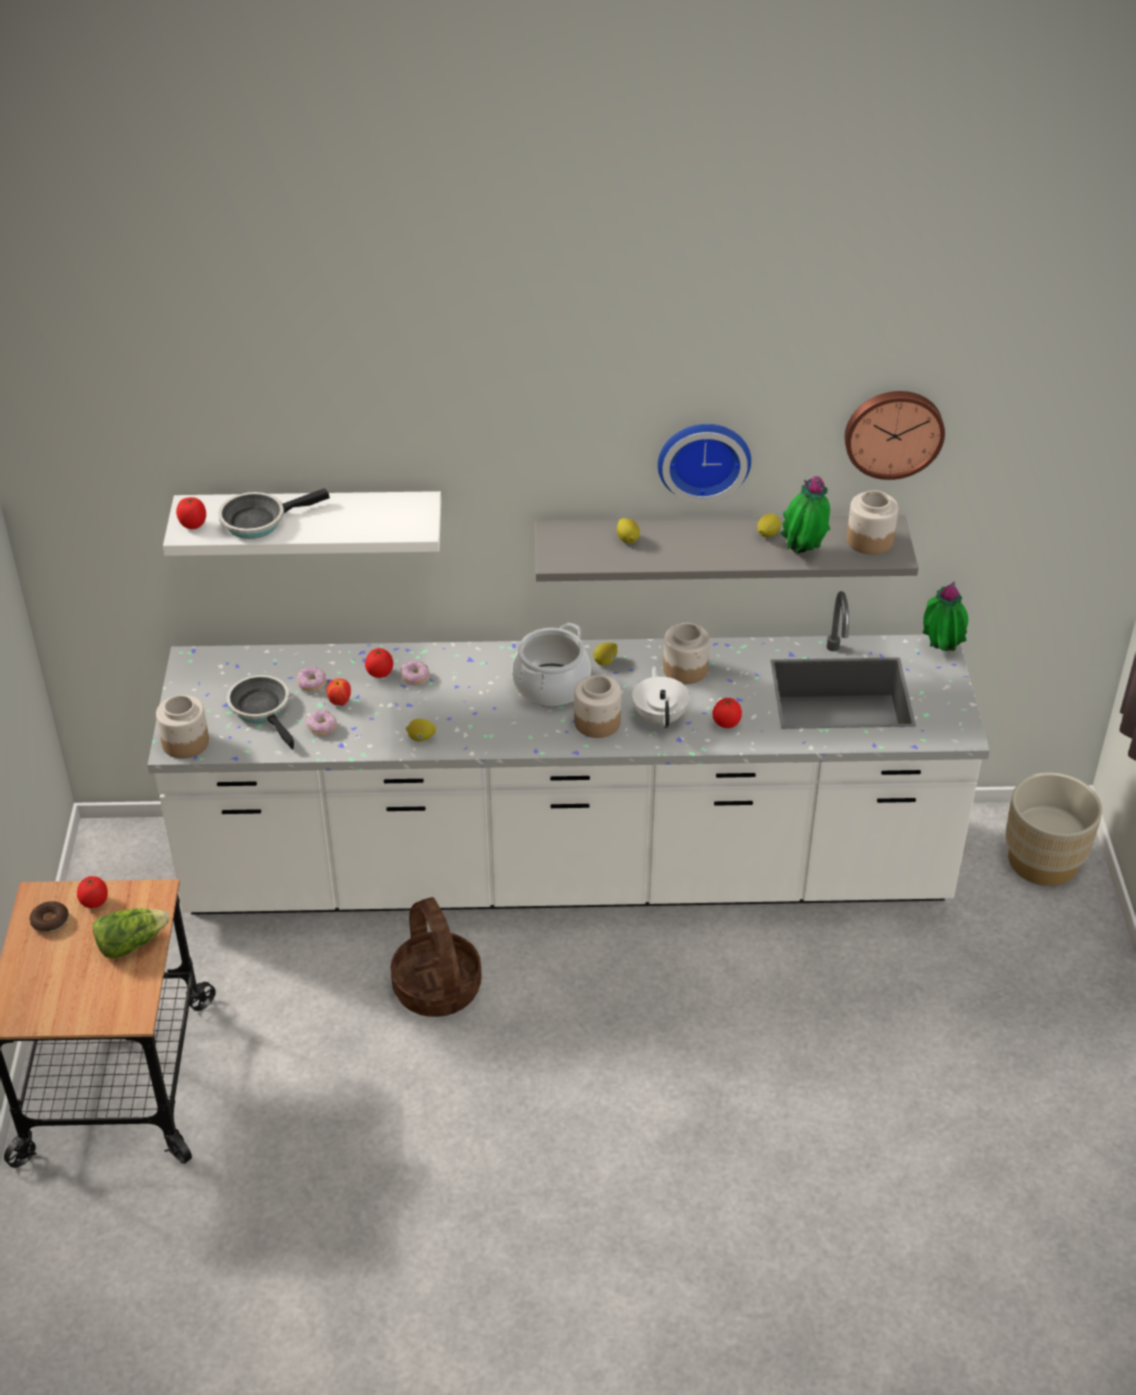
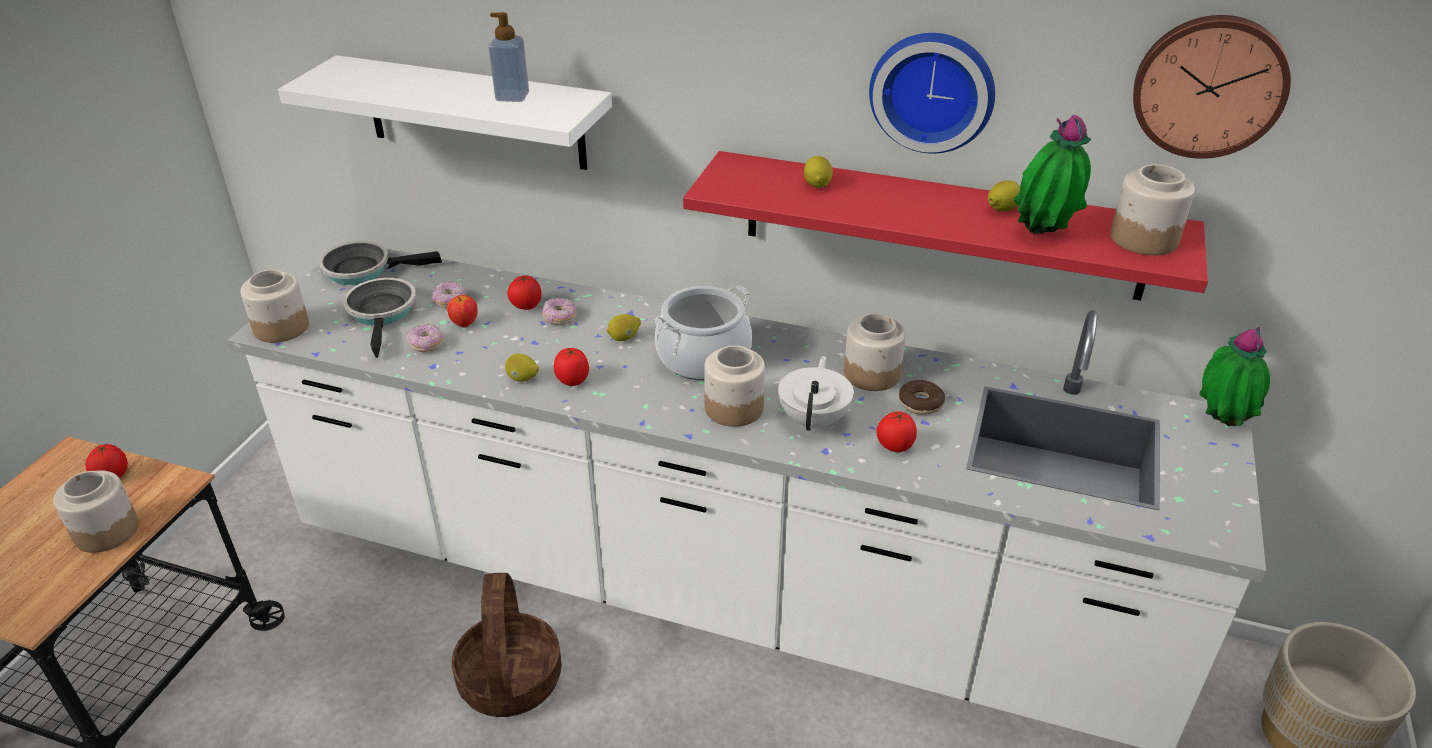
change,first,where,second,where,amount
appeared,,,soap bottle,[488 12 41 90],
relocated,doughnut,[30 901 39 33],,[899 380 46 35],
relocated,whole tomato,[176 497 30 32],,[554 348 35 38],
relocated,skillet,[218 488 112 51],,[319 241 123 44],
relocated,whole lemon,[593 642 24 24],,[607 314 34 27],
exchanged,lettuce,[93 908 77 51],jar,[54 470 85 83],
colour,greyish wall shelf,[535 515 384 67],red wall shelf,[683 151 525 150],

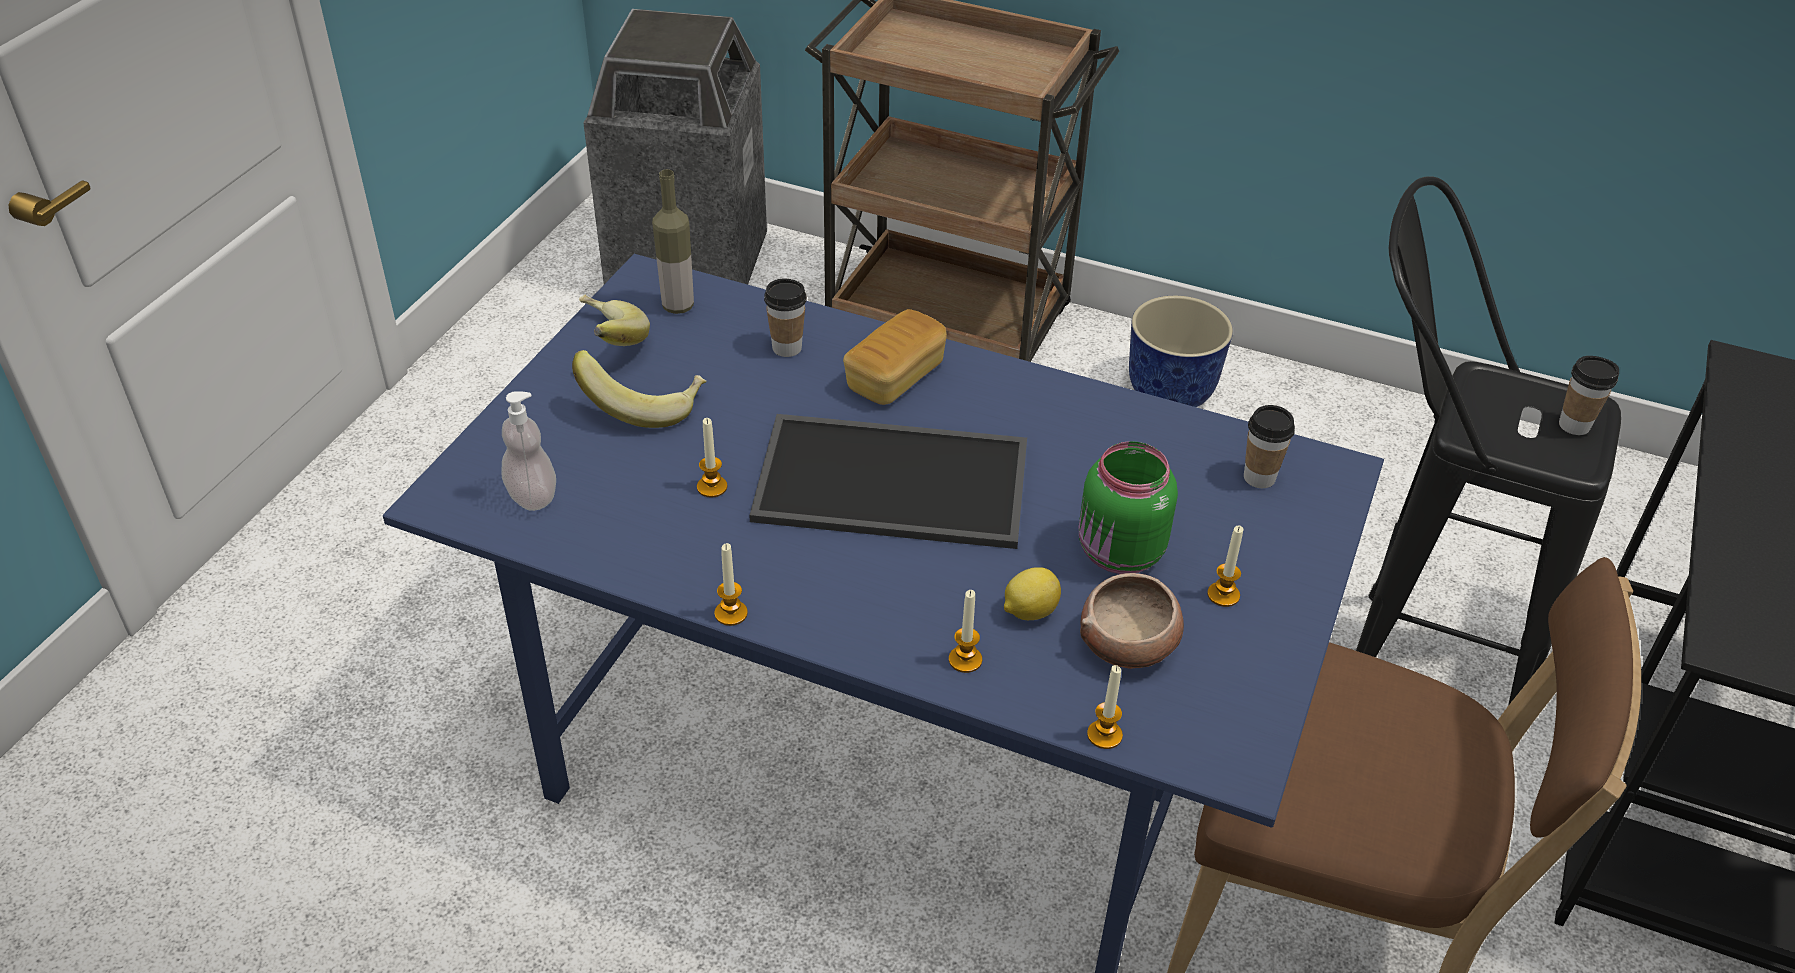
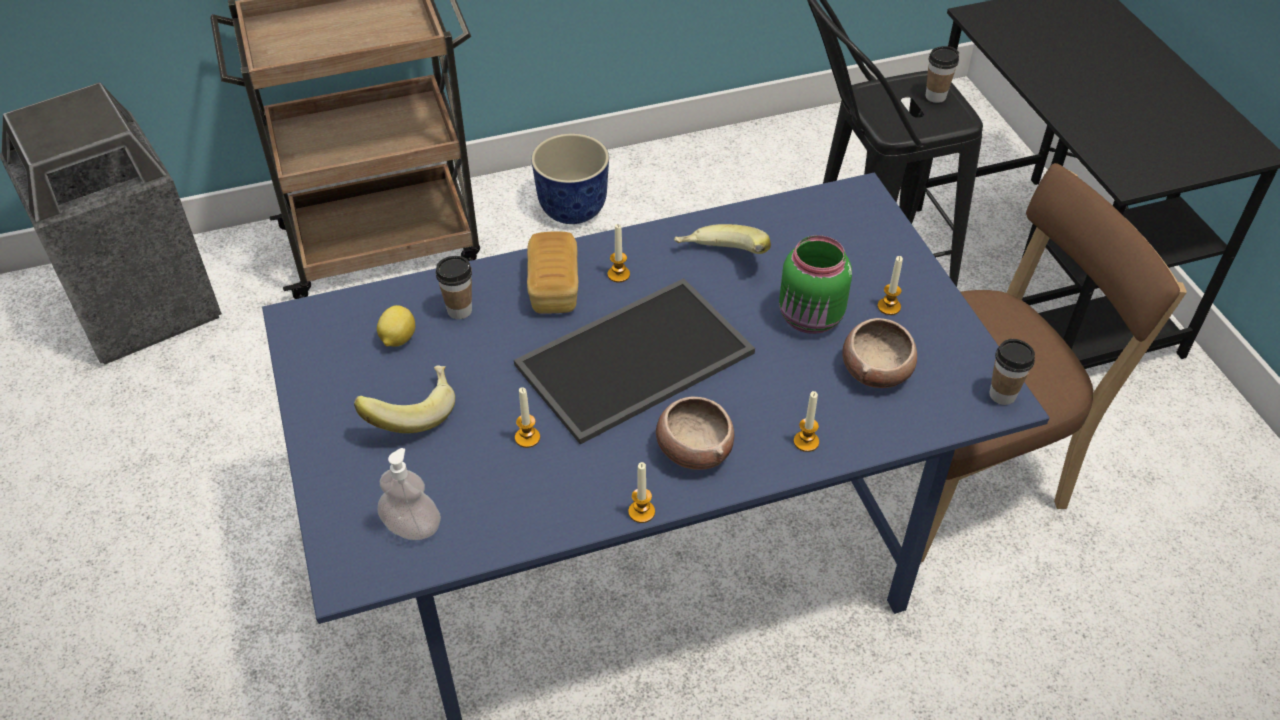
change,first,where,second,where,amount
missing,beverage bottle,[652 169 42 145],,,
appeared,,,serving bowl,[656 397 78 73],
relocated,banana fruit,[579 295 71 51],,[674 224 97 30],
relocated,whole lemon,[1004 567 57 53],,[377 305 38 42],
relocated,candle,[1087 665 36 84],,[608 224 22 58],
relocated,drinking cup,[1244 405 51 83],,[989 339 46 66],

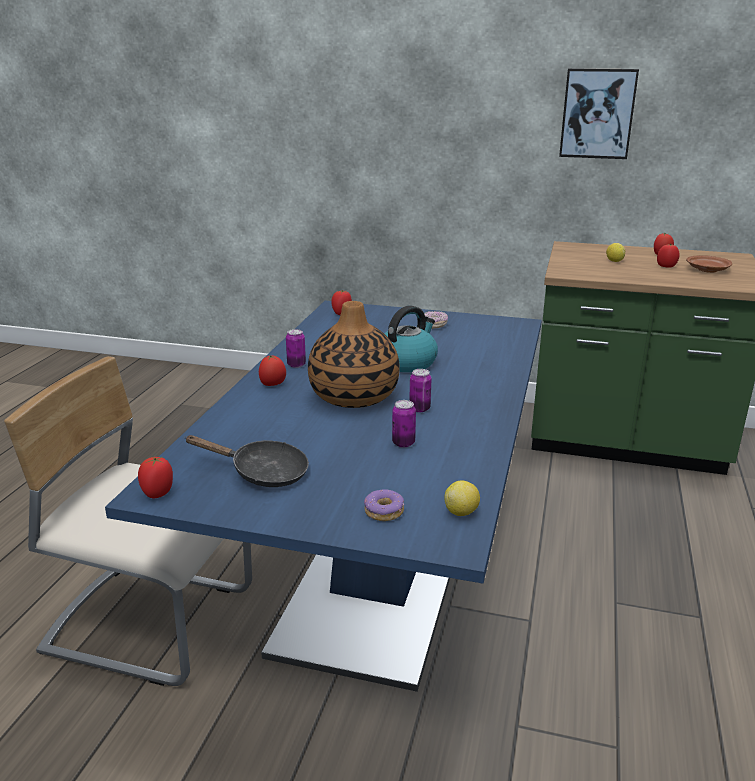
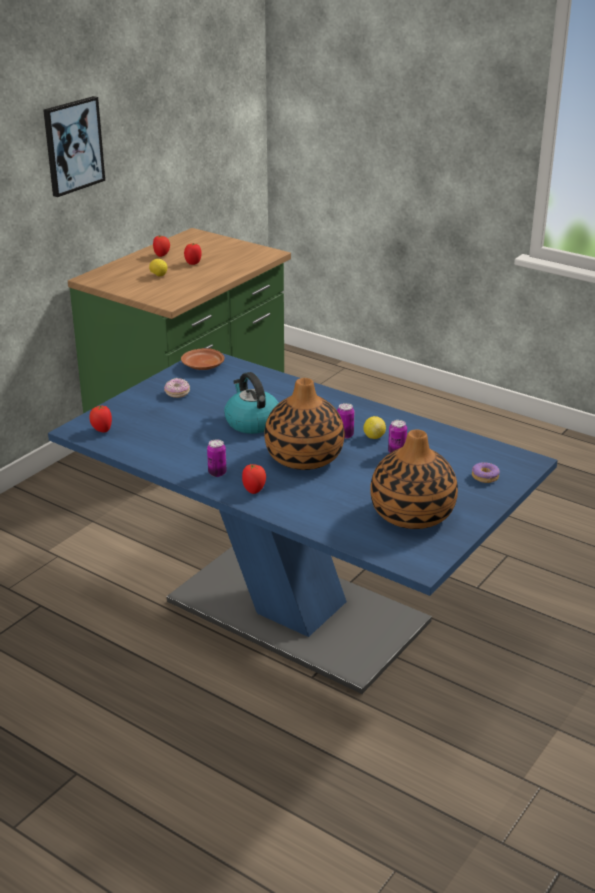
change,first,where,second,where,amount
missing,beige-coloured chair,[4 356 248 330],,,
missing,whole tomato,[138 457 35 41],,,
relocated,whole lemon,[445 480 35 36],,[363 416 23 23],
relocated,brownish dinner plate,[686 255 46 18],,[181 348 43 22],
exchanged,black skillet,[185 435 124 52],decorative vase,[370 430 88 99],

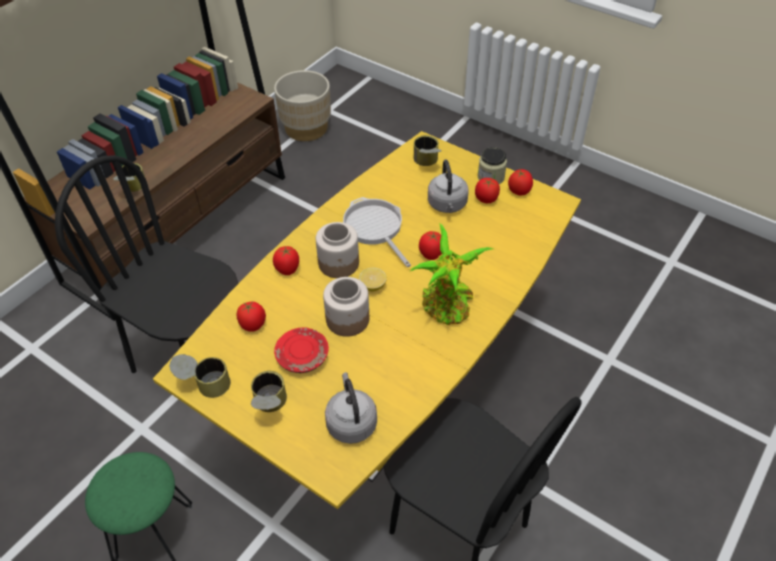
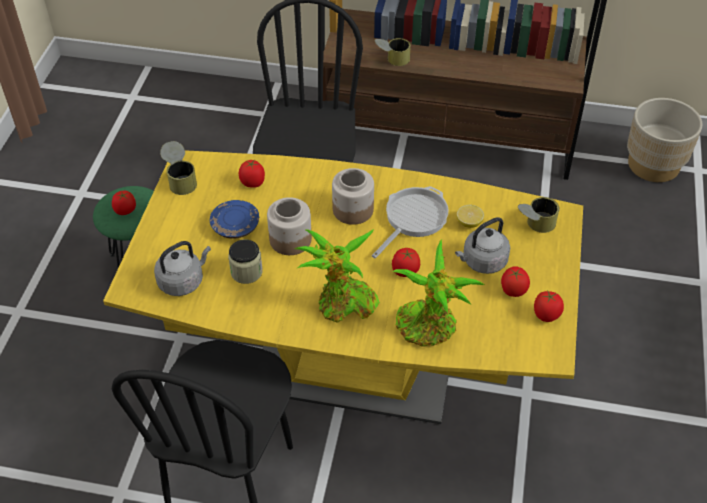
change,first,where,second,where,amount
missing,can,[251 371 36 41],,,
appeared,,,houseplant,[392 240 92 107],
relocated,whole tomato,[273 246 26 29],,[112 191 24 24],
relocated,whole lemon,[359 267 28 24],,[457 204 27 24],
relocated,jar,[478 147 29 37],,[228 239 35 45],
colour,red dinner plate,[274 327 55 46],blue dinner plate,[210 200 49 39],

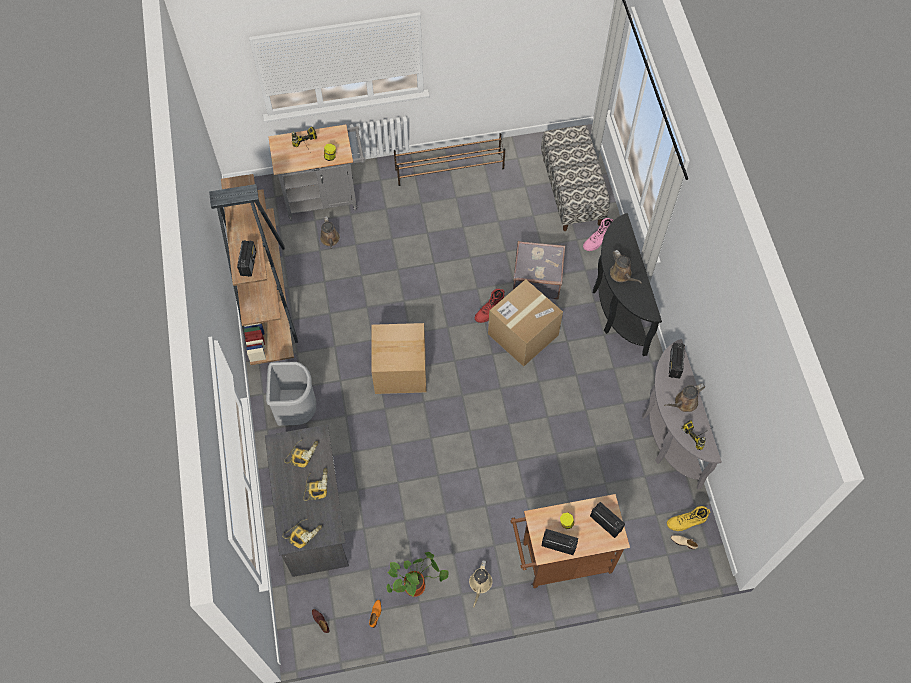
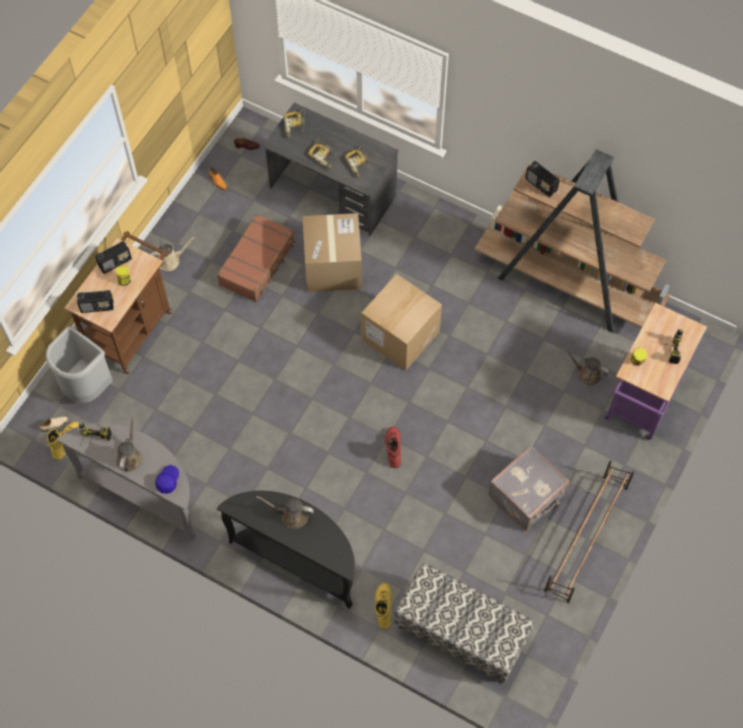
change,first,where,second,where,amount
missing,houseplant,[387 552 62 45],,,
appeared,,,brownish piece of luggage,[217 214 78 88],
relocated,greyish trash can,[266 362 50 64],,[46 326 67 77],
relocated,cardboard box,[488 279 75 88],,[303 213 59 79],
relocated,greyish piece of luggage,[513 241 52 58],,[488 445 82 86],
exchanged,radio receiver,[668 343 17 36],blue baseball cap,[155 465 24 29],
colour,greyish wheeled cart,[268 125 97 96],purple-coloured wheeled cart,[604 303 103 138],
colour,pinkish tall boot,[583 218 31 33],yellow tall boot,[375 583 17 46],
spun,beige-coloured watering can,[469 560 23 47],,[150 236 46 35],105 degrees clockwise

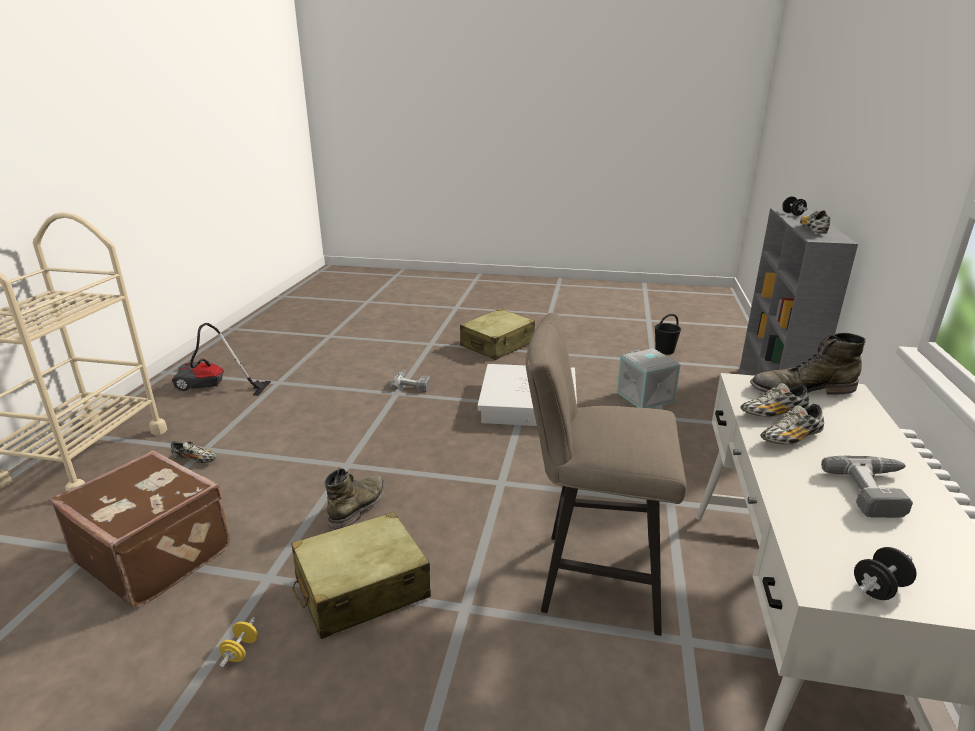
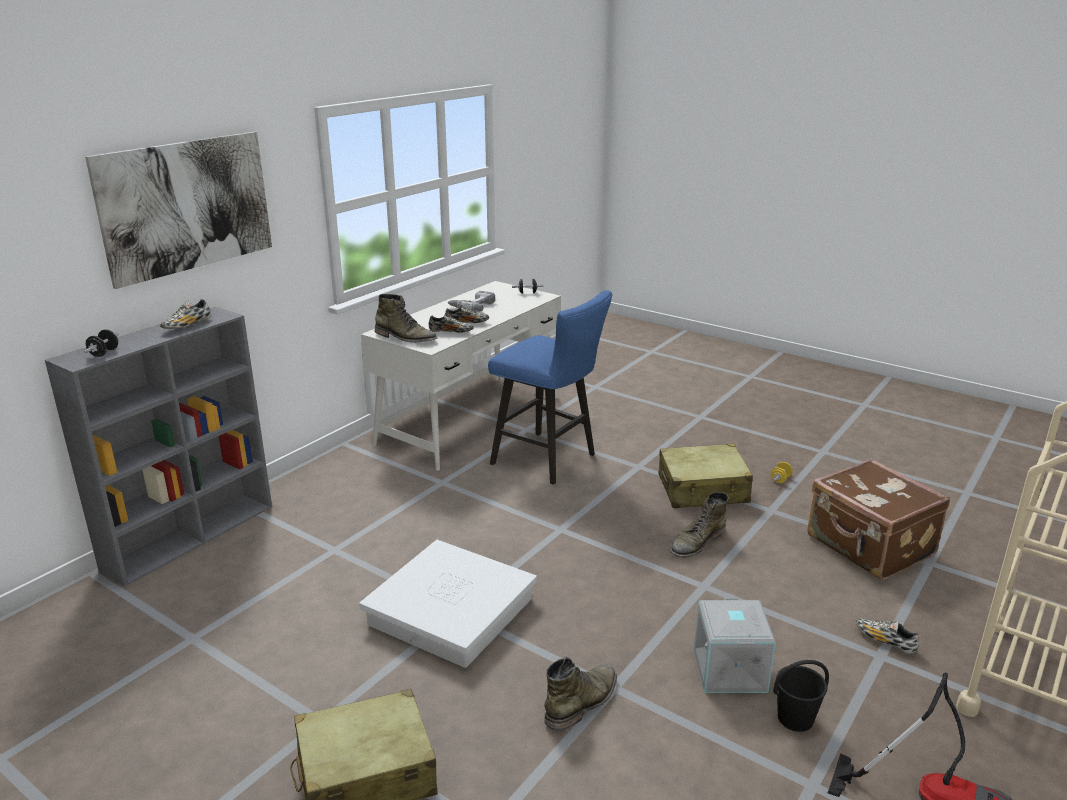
change,first,where,second,where,amount
appeared,,,wall picture,[85 132 187 157],
relocated,greyish storage container,[617 348 63 60],,[694 597 82 96],
relocated,black pail,[655 314 26 40],,[773 660 56 72],
exchanged,electric drill,[390 370 40 22],greenish tall boot,[544 657 73 74],
colour,beige-coloured stool,[526 313 161 323],blue stool,[488 290 124 195],

